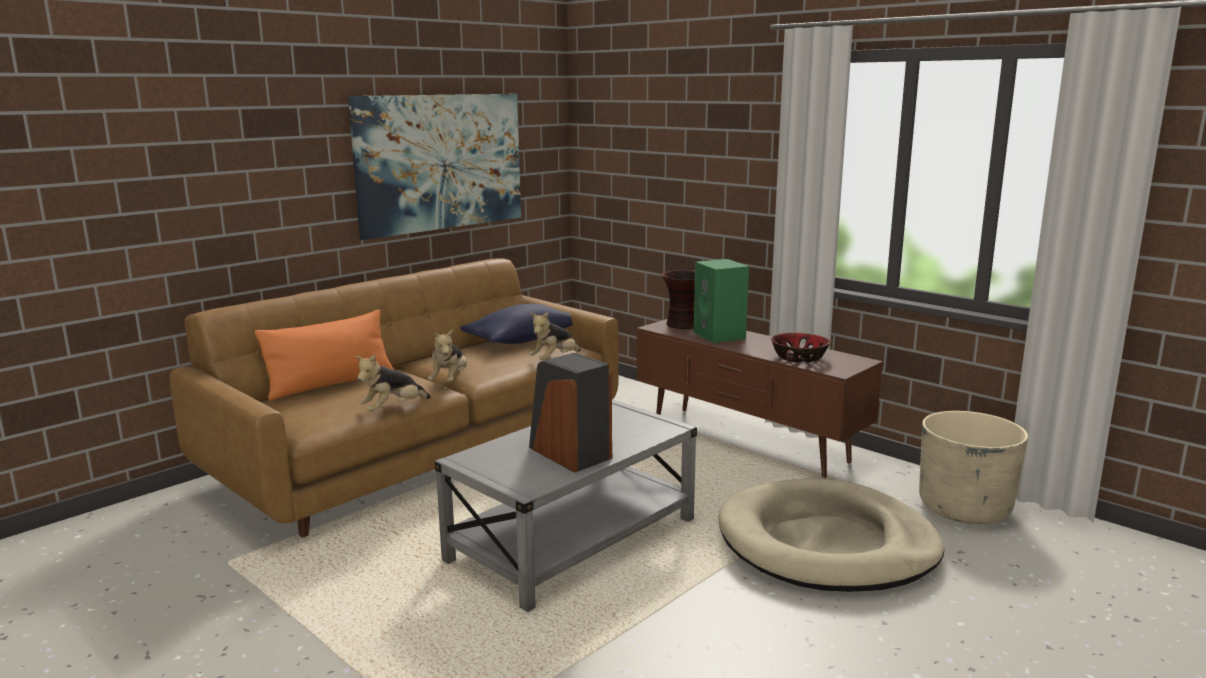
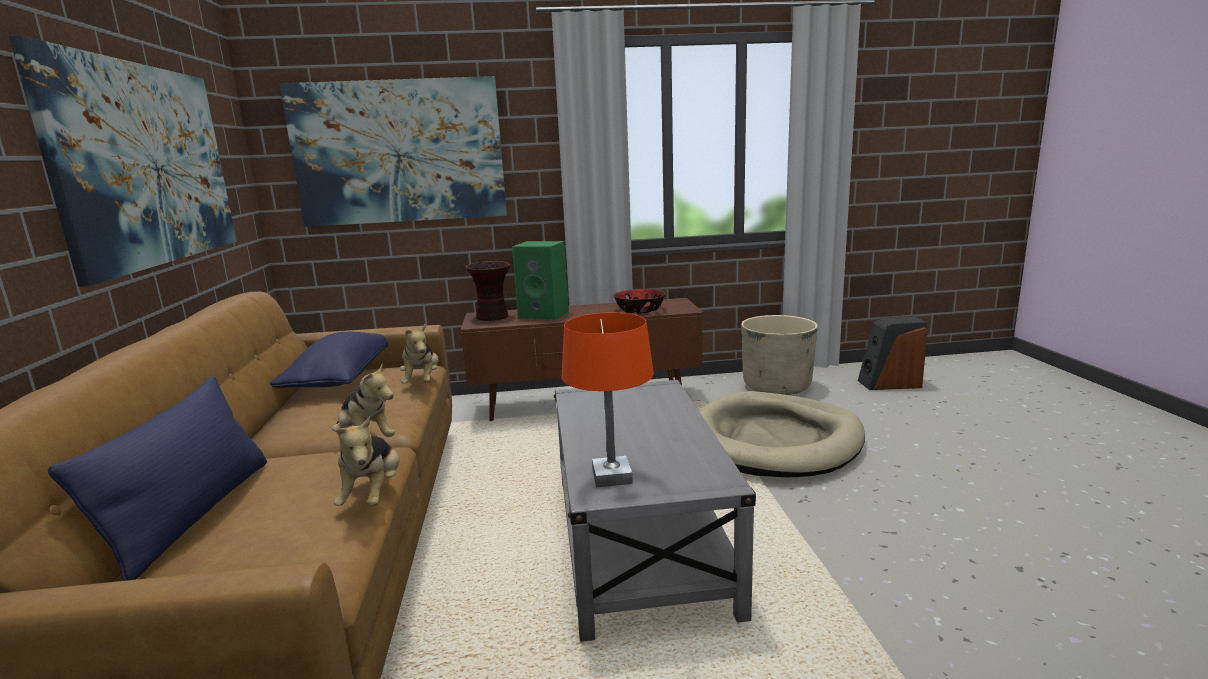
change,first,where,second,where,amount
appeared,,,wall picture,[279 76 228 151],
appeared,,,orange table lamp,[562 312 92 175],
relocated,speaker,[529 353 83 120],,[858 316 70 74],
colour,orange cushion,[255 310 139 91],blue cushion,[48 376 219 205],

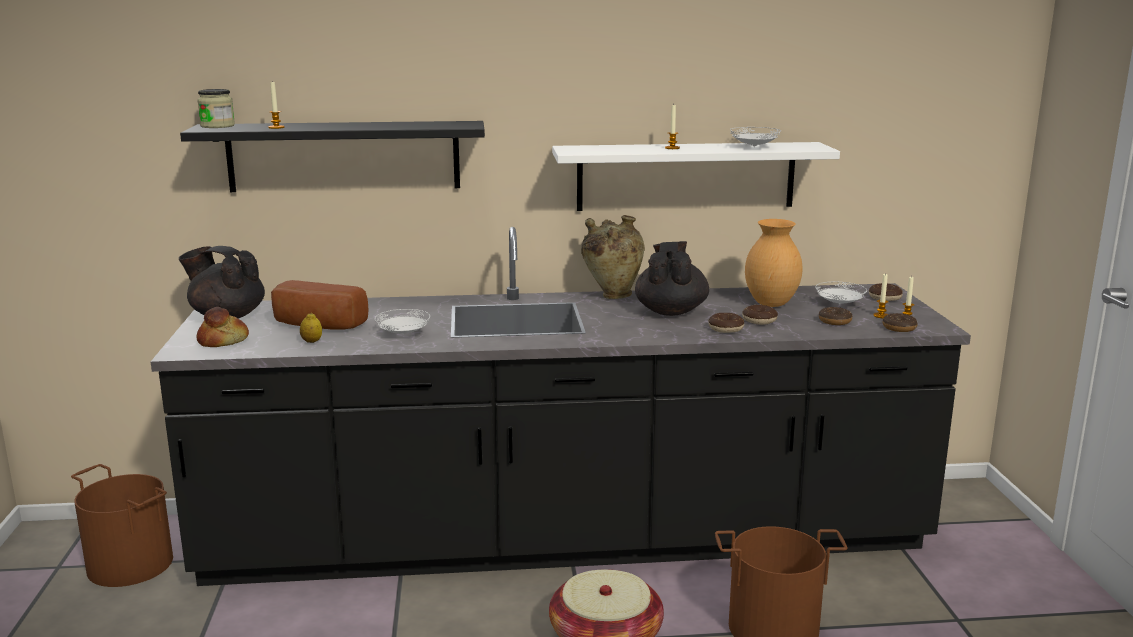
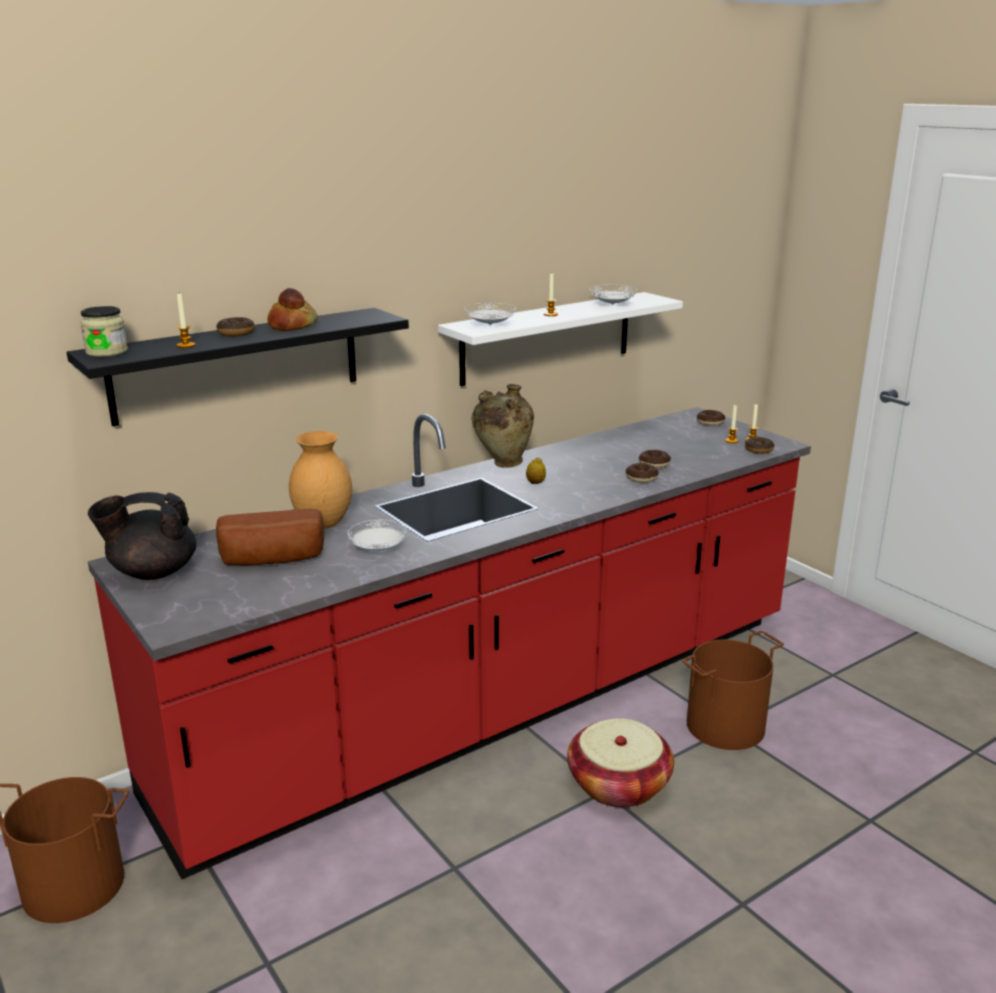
change,first,where,second,where,amount
missing,black teapot,[635 241 74 75],,,
relocated,bakery bread,[196 307 53 40],,[267 288 51 43],
relocated,whole lemon,[300 313 22 30],,[526 457 20 27],
relocated,brownish decorative vase,[745 219 58 88],,[289 431 63 98],
relocated,white-coloured dinner plate,[815 282 52 23],,[464 303 52 22],
relocated,doughnut,[819 307 33 18],,[217 317 38 19],
colour,black counter,[151 227 820 359],red counter,[88 407 723 472],

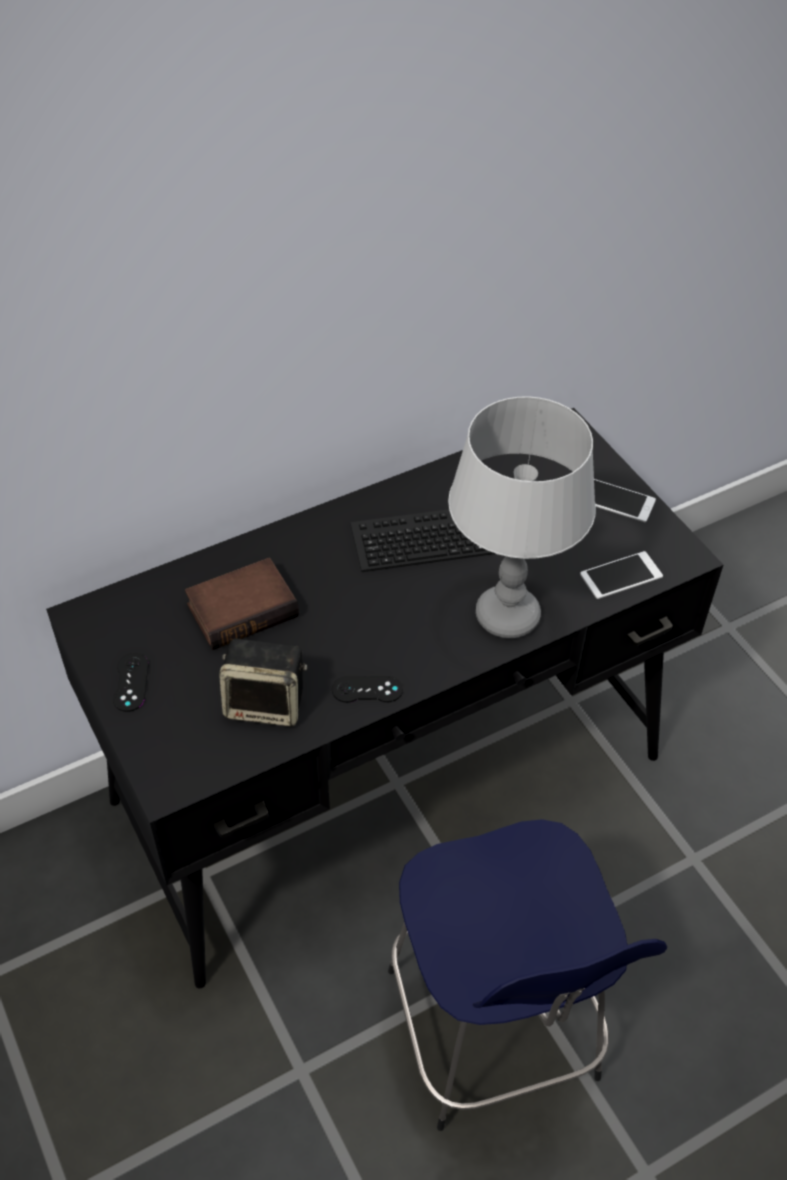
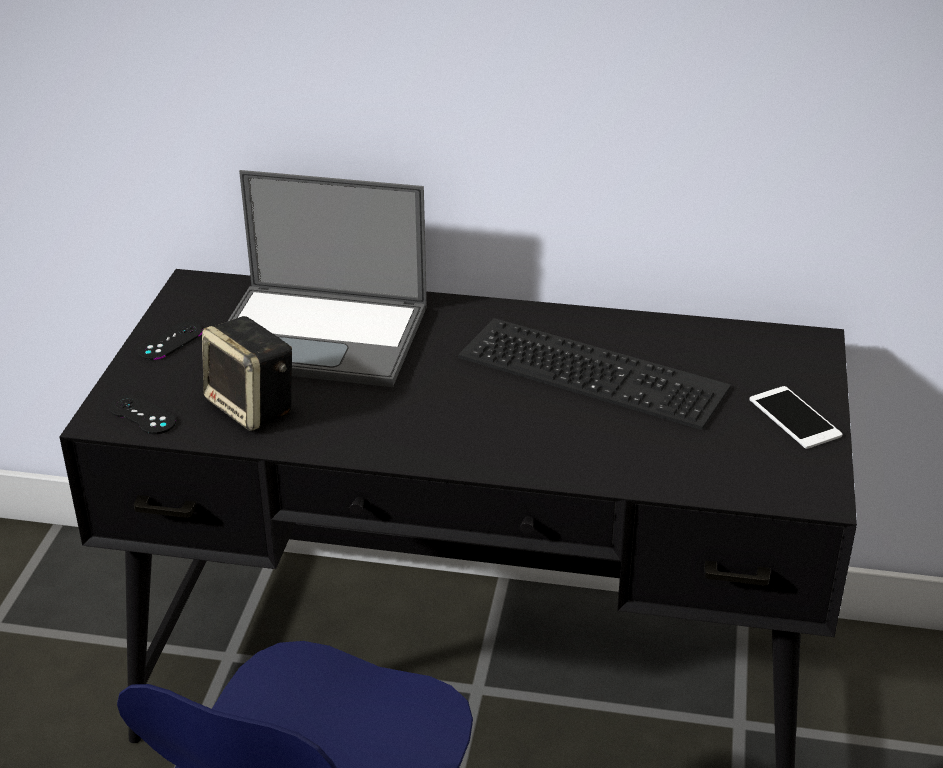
change,first,where,second,where,amount
missing,greyish table lamp,[448 396 148 243],,,
missing,handset,[580 551 83 48],,,
relocated,black game controller,[332 676 71 27],,[109 395 67 39],
exchanged,book,[185 558 114 92],notebook computer,[227 170 200 217],

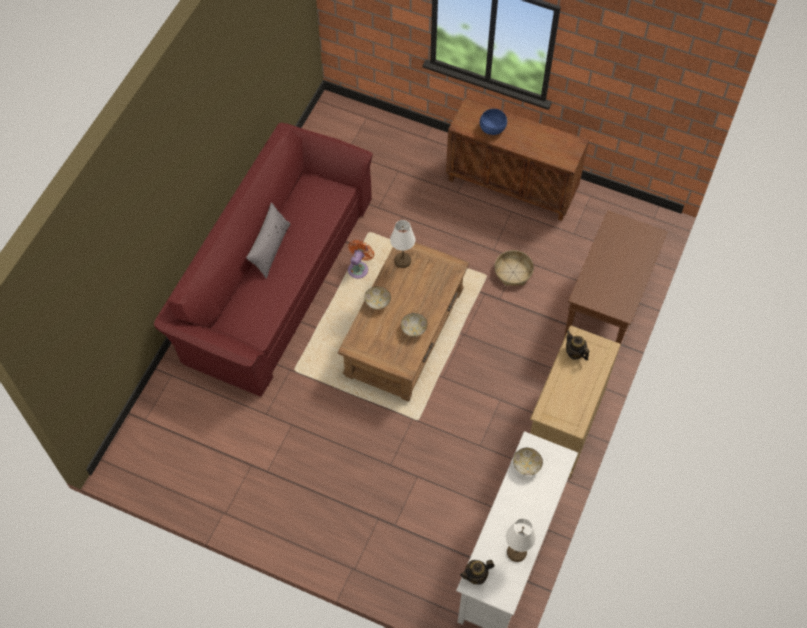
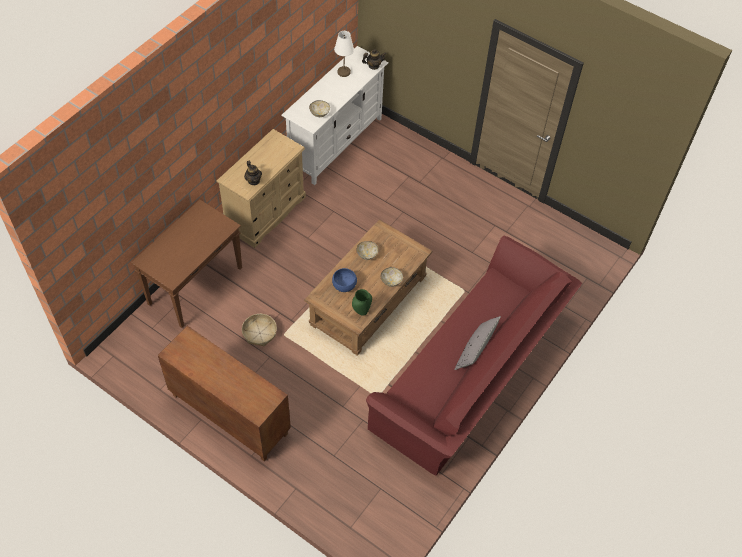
change,first,where,second,where,amount
missing,orange electric fan,[348 240 26 39],,,
relocated,blue serving bowl,[480 109 27 26],,[332 268 25 24],
exchanged,white-coloured table lamp,[390 220 25 48],greenish decorative vase,[352 289 20 27],

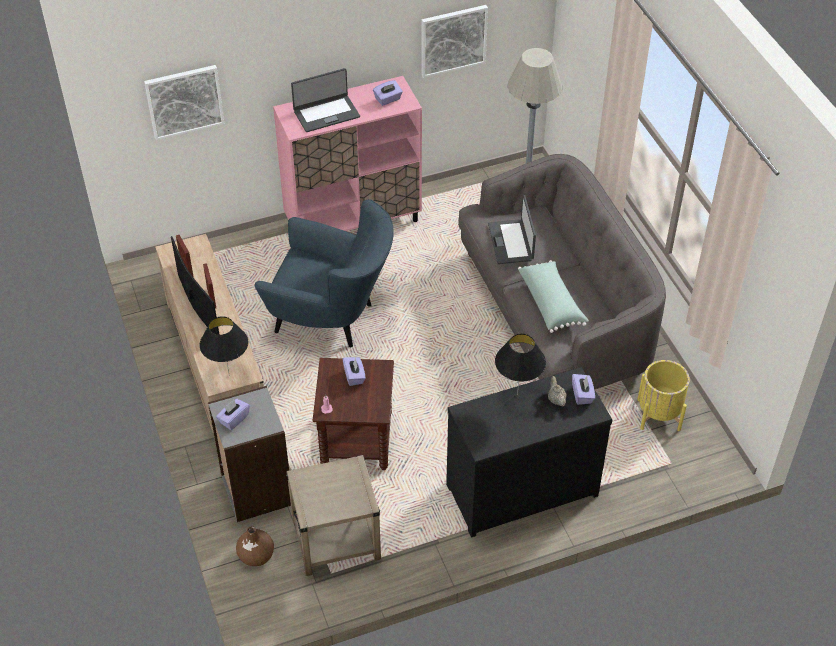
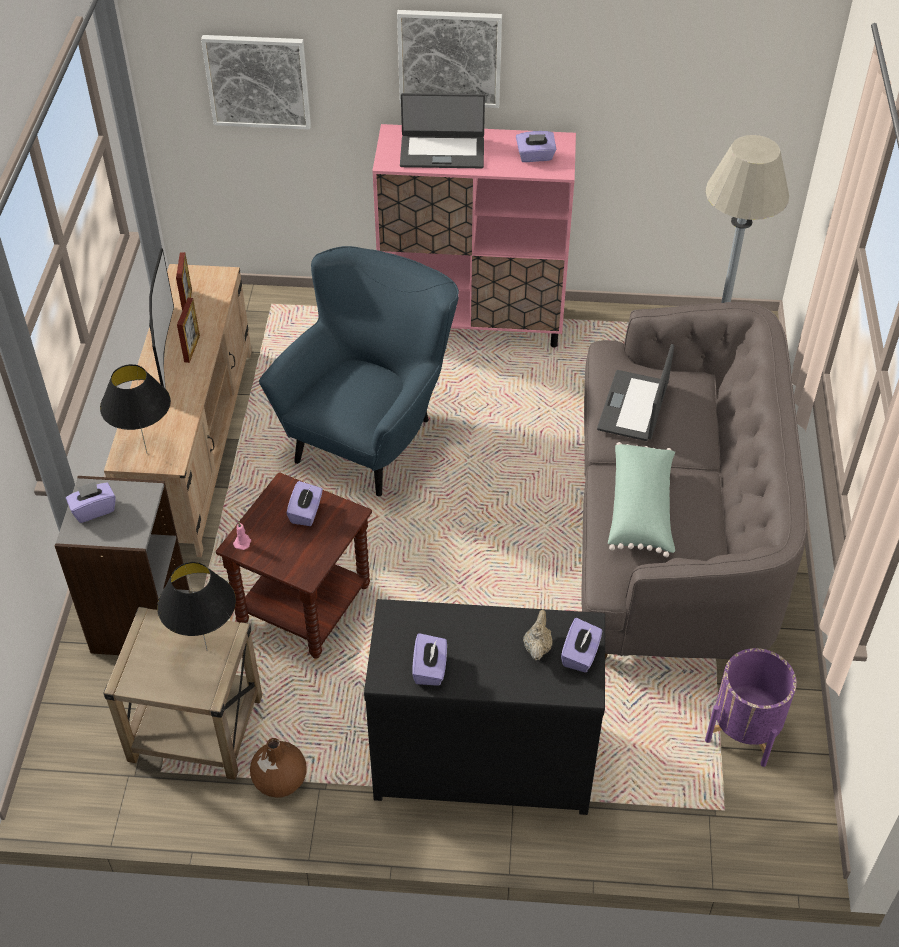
change,first,where,second,where,amount
appeared,,,purple-coloured tissue box,[412 633 35 53],
relocated,brownish decorative vase,[236 526 38 40],,[250 738 57 60],
relocated,wall picture,[421 5 67 73],,[397 10 105 98],
relocated,black table lamp,[495 334 51 61],,[157 562 79 89],
colour,yellow flower pot,[637 360 53 71],purple-coloured flower pot,[705 648 92 119],
spun,blue lounge chair,[254 199 140 148],,[259 246 200 250],105 degrees counterclockwise

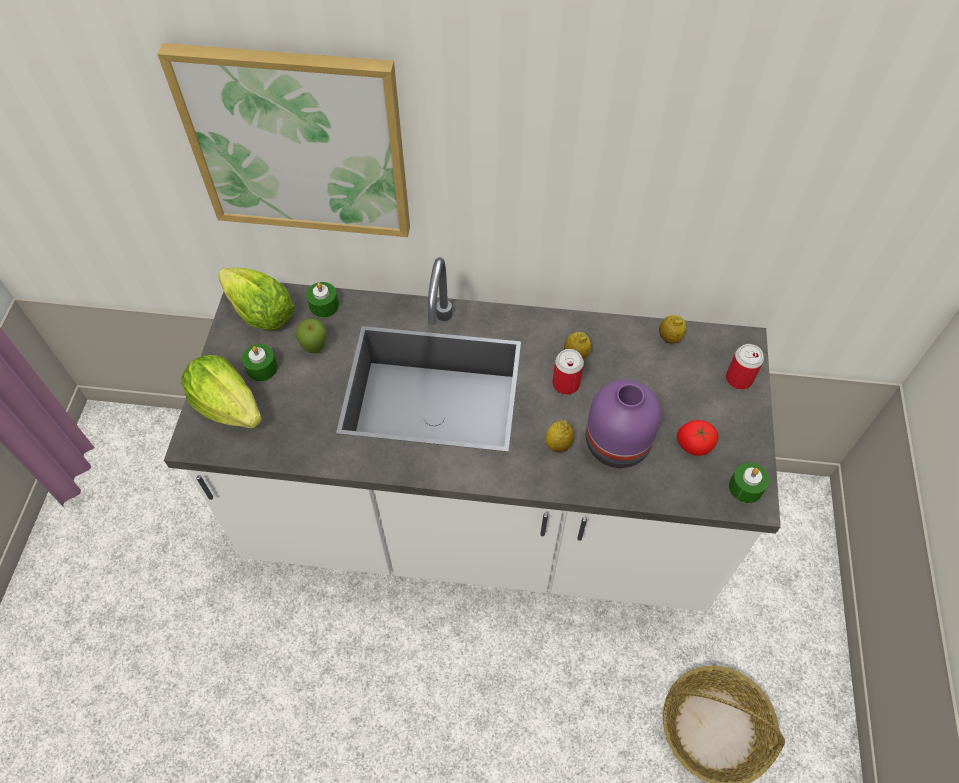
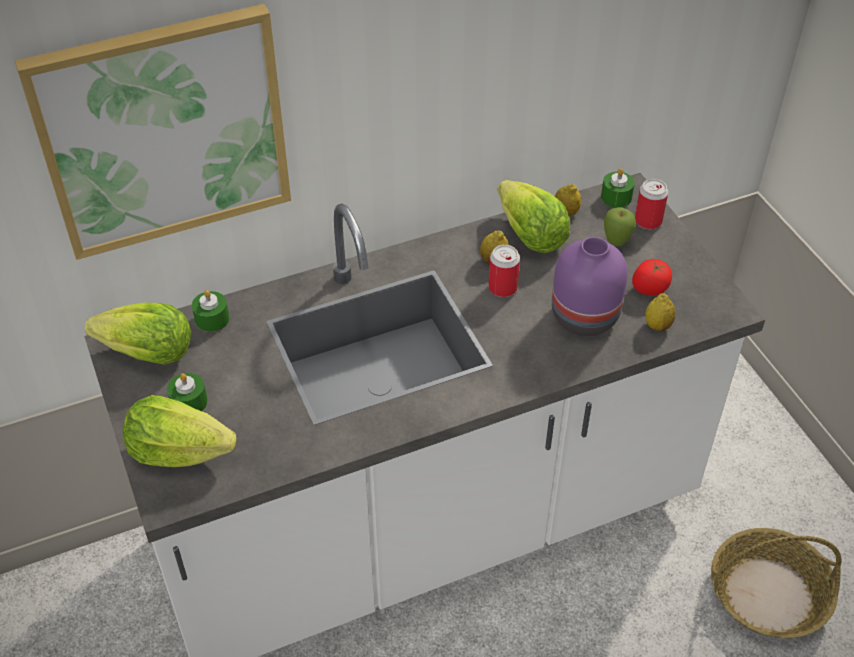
change,first,where,second,where,amount
appeared,,,lettuce,[498 180 72 73],
relocated,apple,[296 318 31 35],,[604 207 32 39],
relocated,whole lemon,[546 420 28 32],,[645 293 31 38],
relocated,greenish candle,[729 463 40 40],,[601 168 34 40],

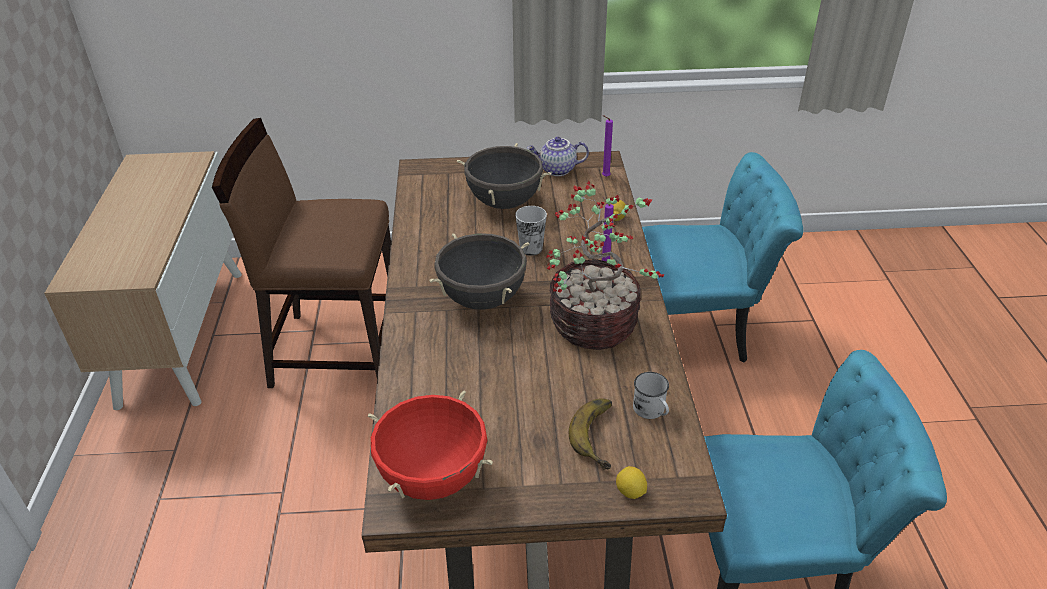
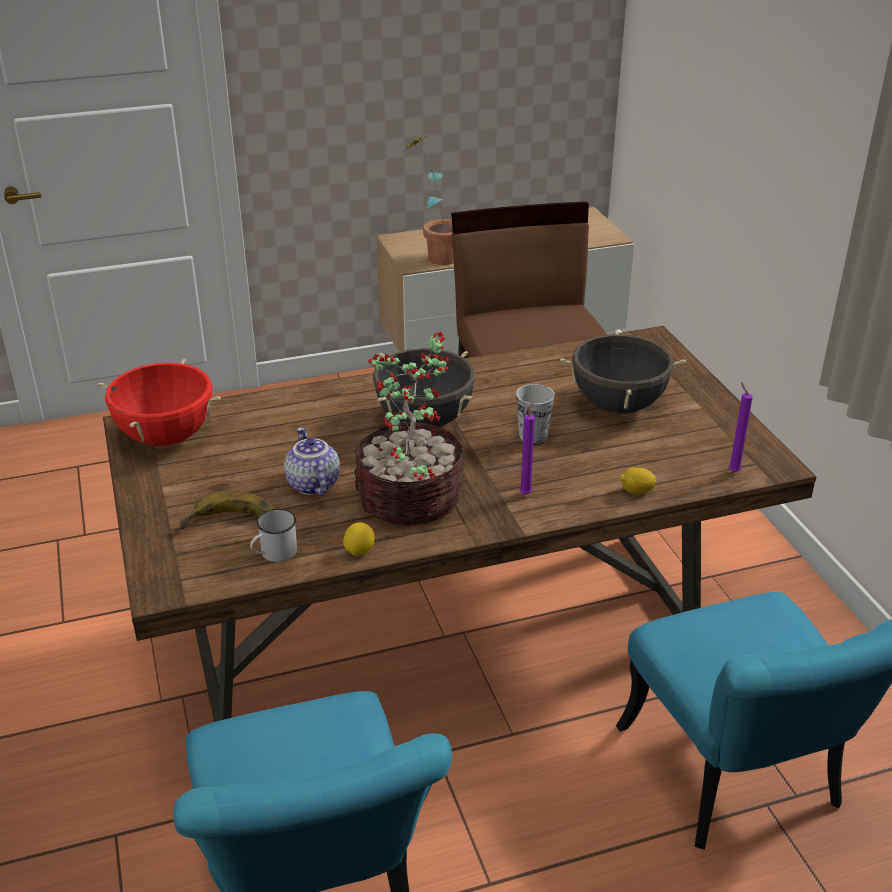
change,first,where,second,where,amount
appeared,,,houseplant,[402 134 52 131],
relocated,teapot,[527 137 62 39],,[284 427 56 69],
relocated,whole lemon,[616 466 31 33],,[343 522 32 34],

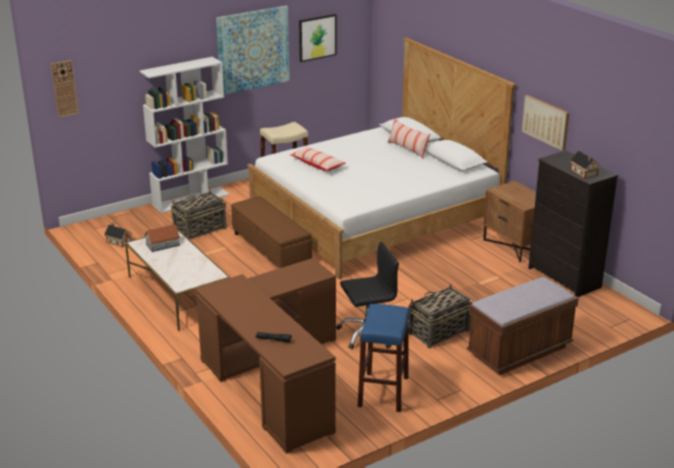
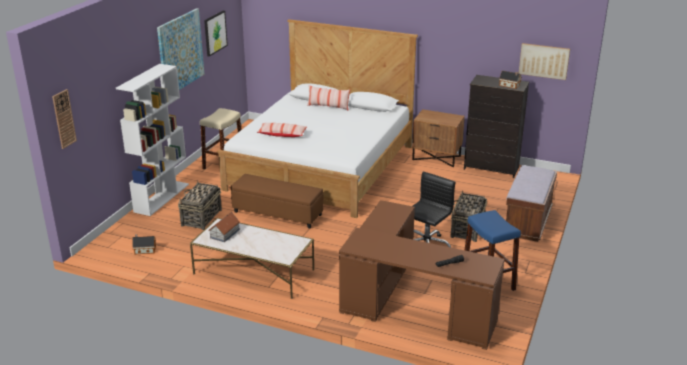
change,first,where,second,where,amount
relocated,wall picture,[522 95 47 56],,[519 43 51 37],

